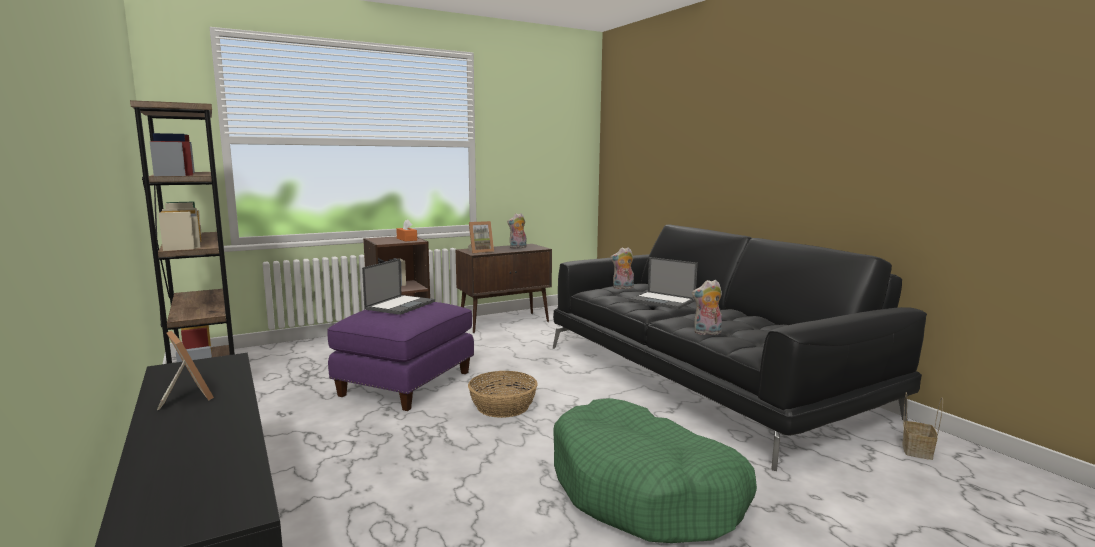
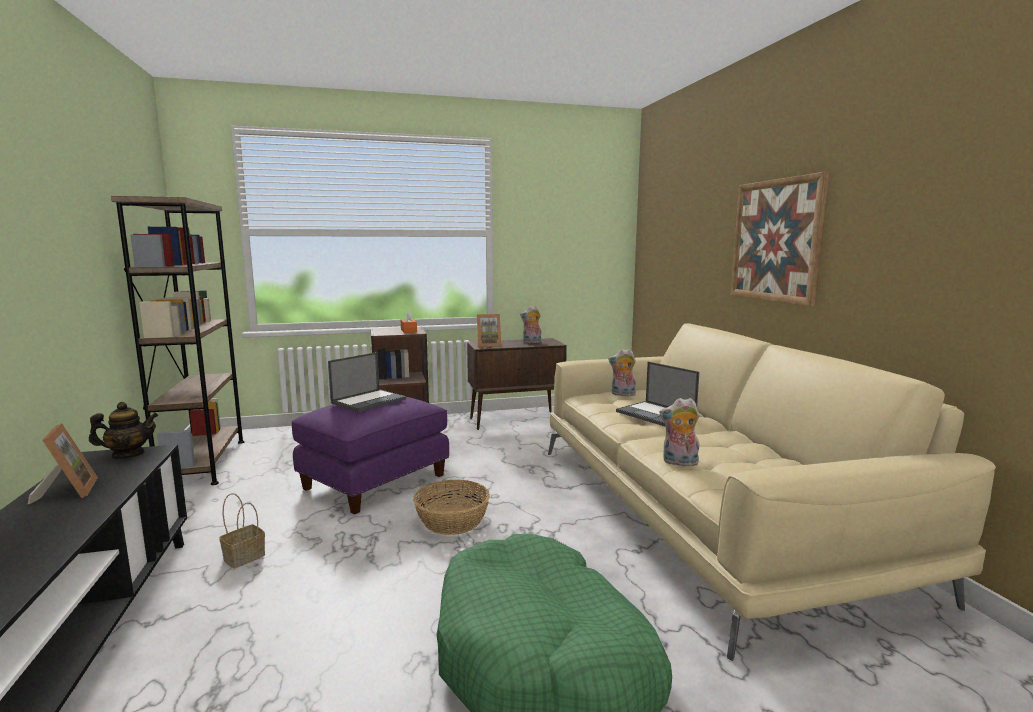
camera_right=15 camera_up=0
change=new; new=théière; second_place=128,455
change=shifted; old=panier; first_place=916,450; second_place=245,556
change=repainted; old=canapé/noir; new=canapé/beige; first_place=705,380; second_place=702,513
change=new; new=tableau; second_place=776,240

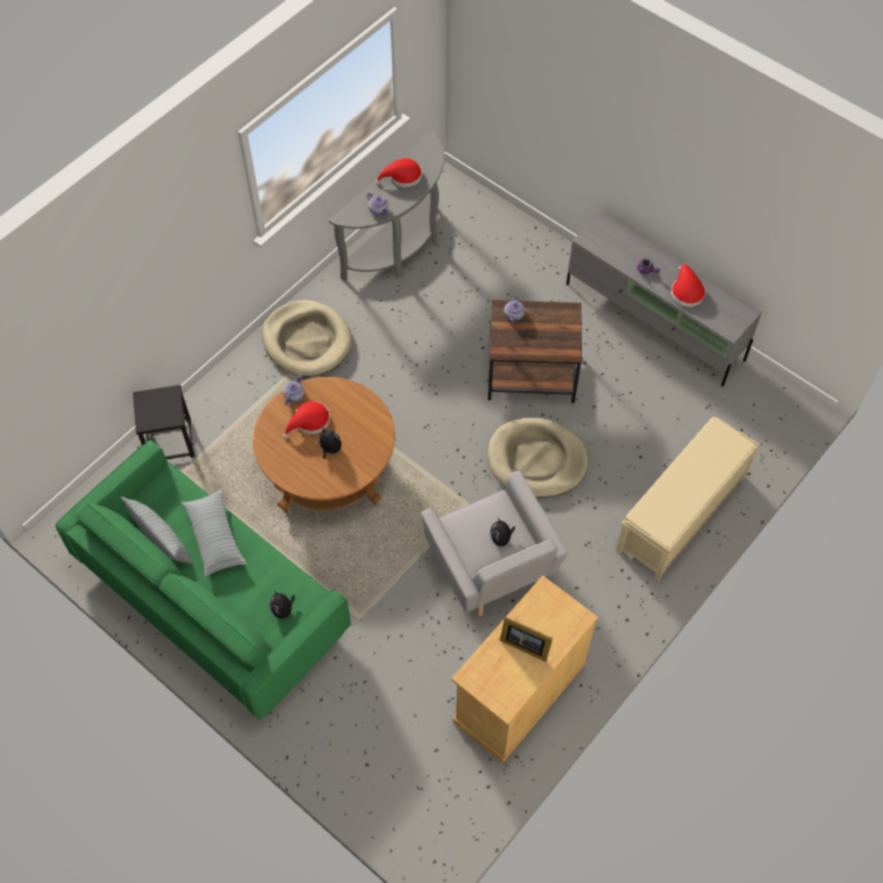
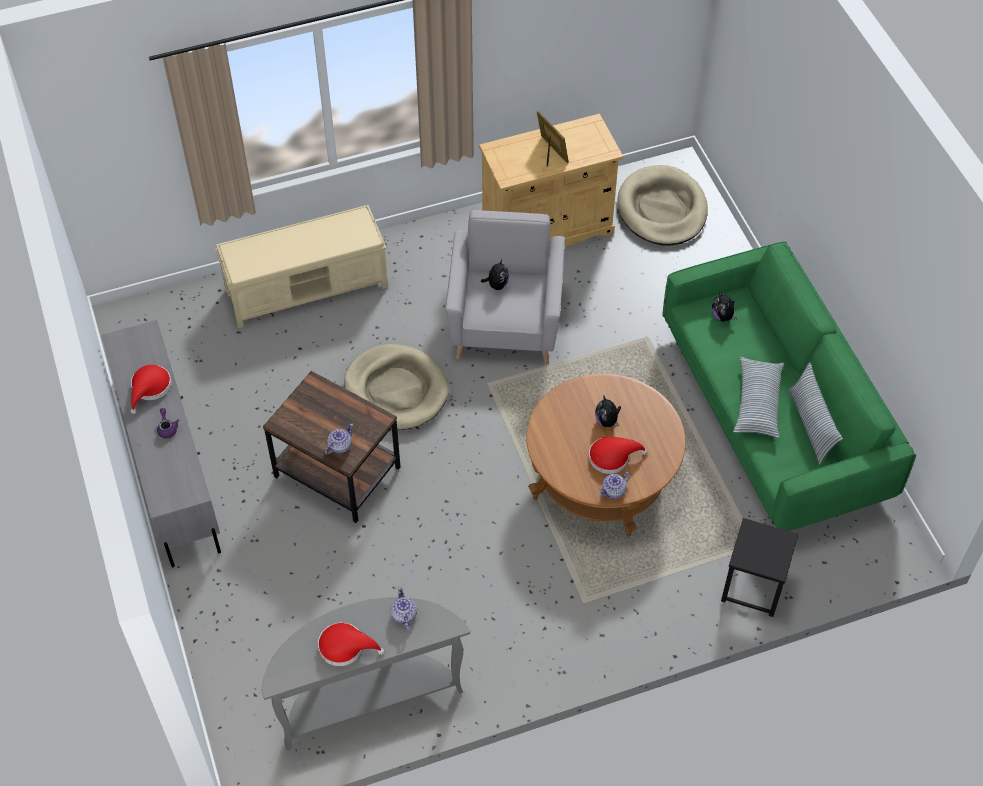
camera_right=-150 camera_up=-5
change=shifted; old=panier pour chien/beige; first_place=307,341; second_place=662,209
change=rotated; old=peluche; first_place=283,610; second_place=722,316; degrees=150

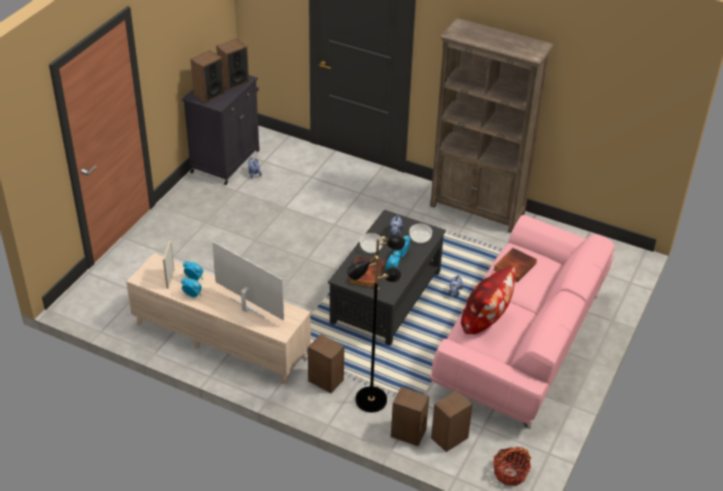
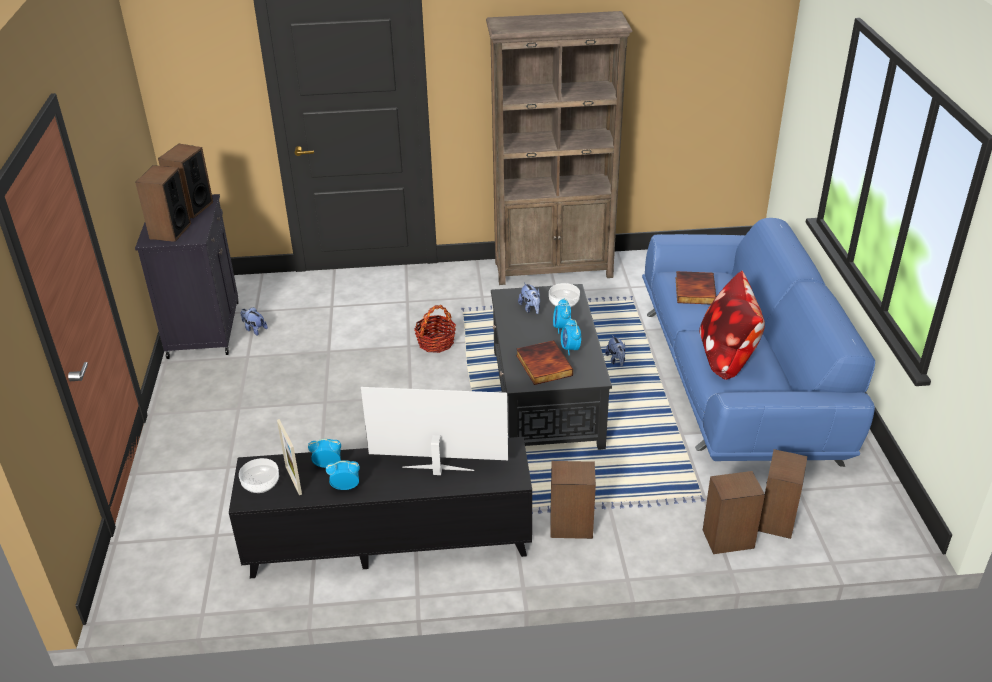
camera_right=-30 camera_up=-5
change=repainted; old=meuble télé/beige; new=meuble télé/noir; first_place=221,340; second_place=389,542
change=shifted; old=bol; first_place=371,247; second_place=260,483
change=shifted; old=panier; first_place=510,473; second_place=436,343
change=repainted; old=canapé/rose; new=canapé/bleu; first_place=521,343; second_place=739,381
change=gone; old=lampadaire/noir; first_place=371,399

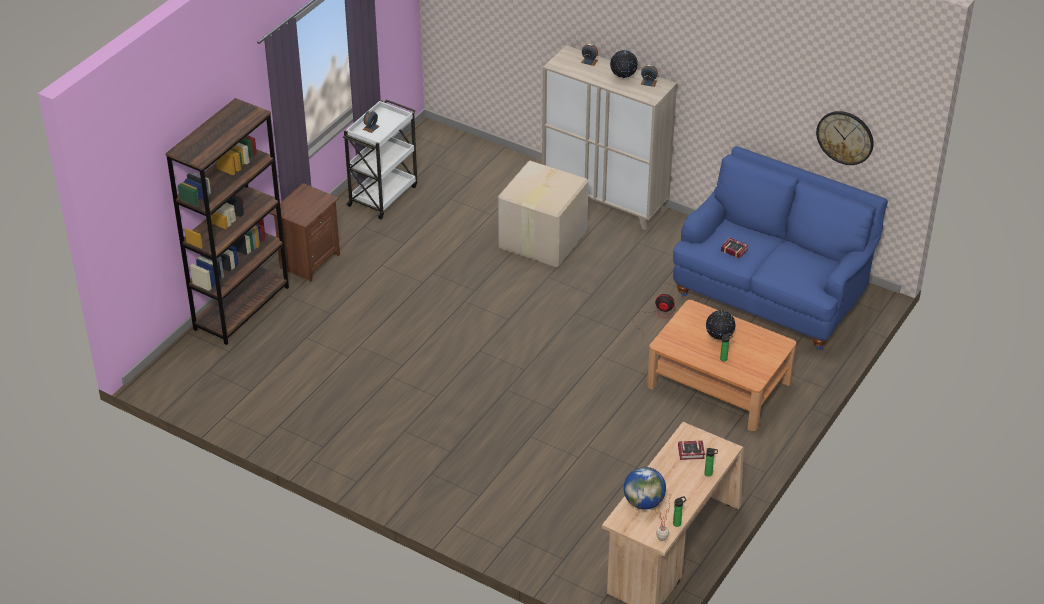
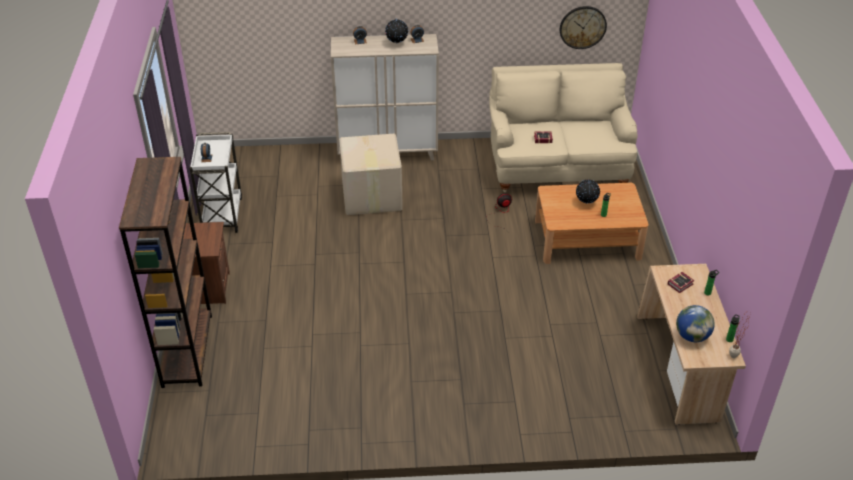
camera_right=-35 camera_up=0
change=repainted; old=canapé/bleu; new=canapé/beige; first_place=772,294; second_place=557,166

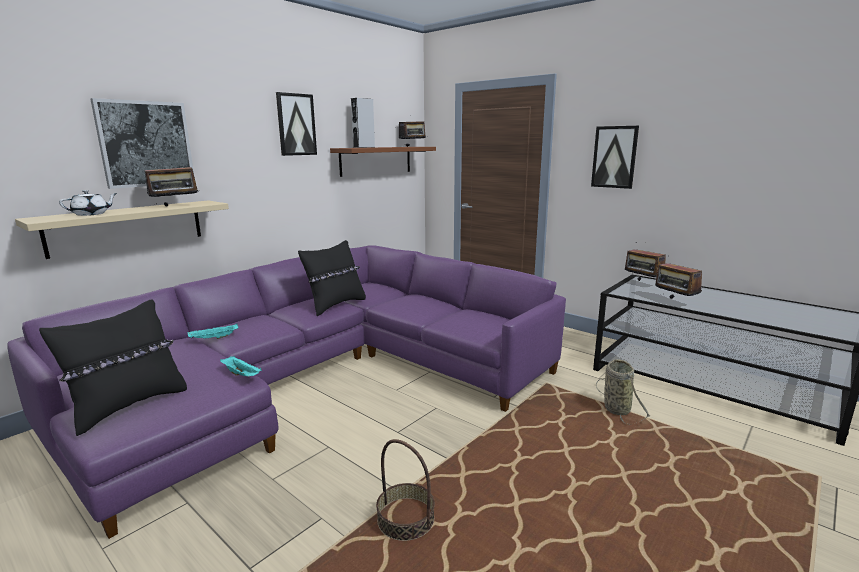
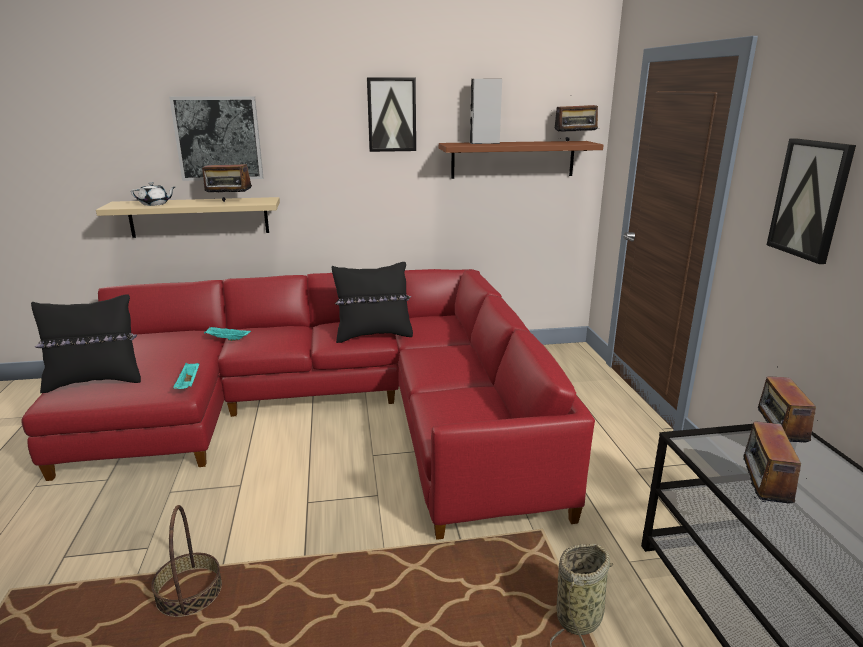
camera_right=40 camera_up=5
change=repainted; old=canapé/violet; new=canapé/rouge; first_place=318,379; second_place=328,411

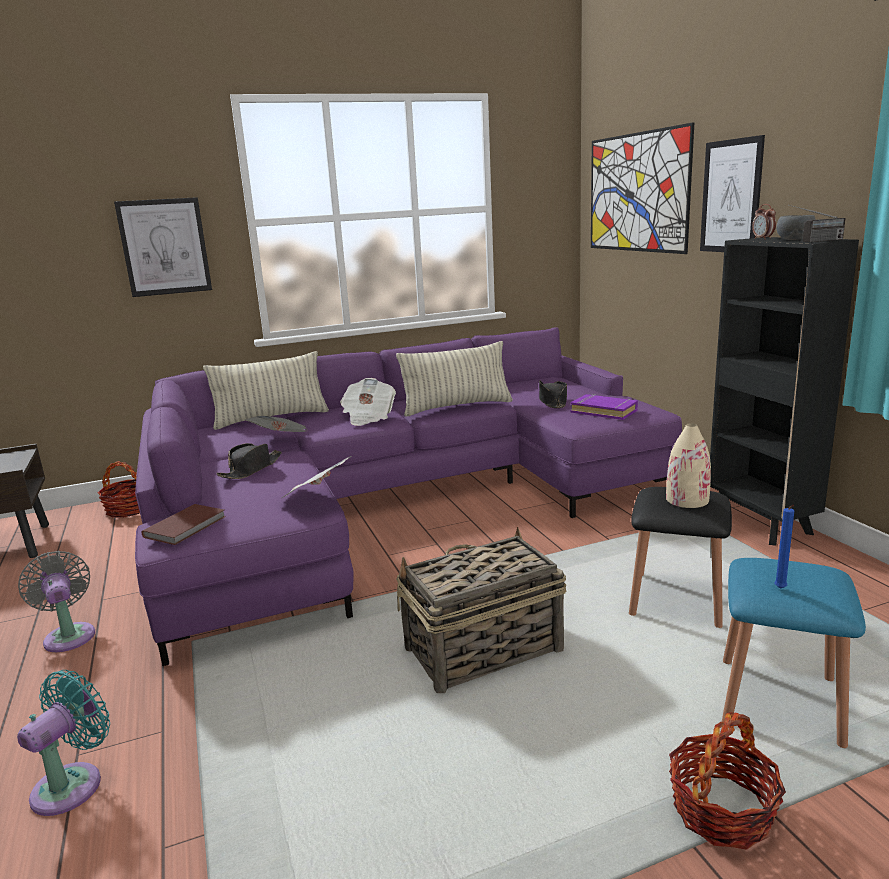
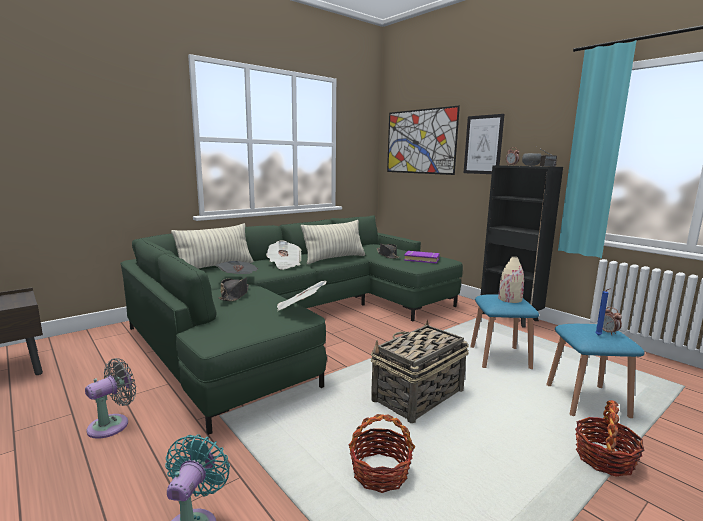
camera_right=-20 camera_up=-5
change=rotated; old=ventilateur/gris; first_place=69,635; second_place=112,424; degrees=90
change=repainted; old=canapé/violet; new=canapé/vert; first_place=395,502; second_place=300,319
change=shifted; old=panier; first_place=128,509; second_place=380,473
change=repainted; old=tabouret/noir; new=tabouret/bleu; first_place=676,600; second_place=499,358
change=new; new=réveil; second_place=608,332
change=gone; old=tableau; first_place=164,247
change=gone; old=livre/marron; first_place=187,526

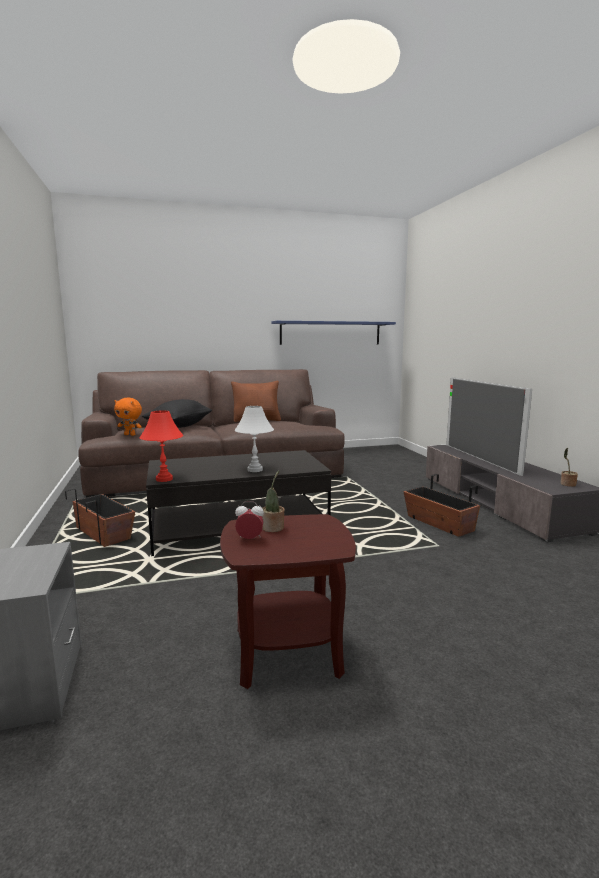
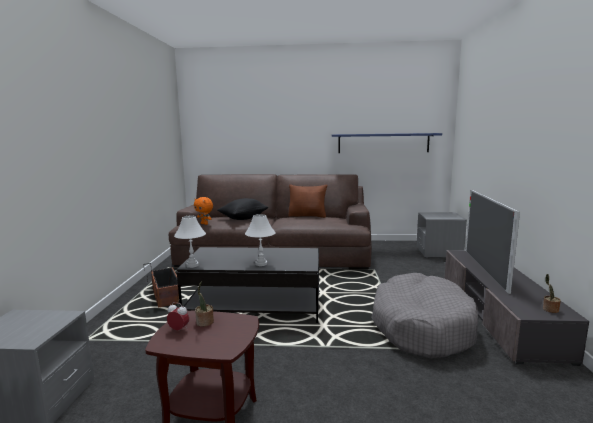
camera_right=20 camera_up=0
change=repainted; old=lampe de table/rouge; new=lampe de table/blanc; first_place=164,479; second_place=192,265
change=swapped; old=cache-pot; new=panier pour chien/gris; first_place=439,523; second_place=421,327
change=new; new=table de chevet/gris; second_place=439,252

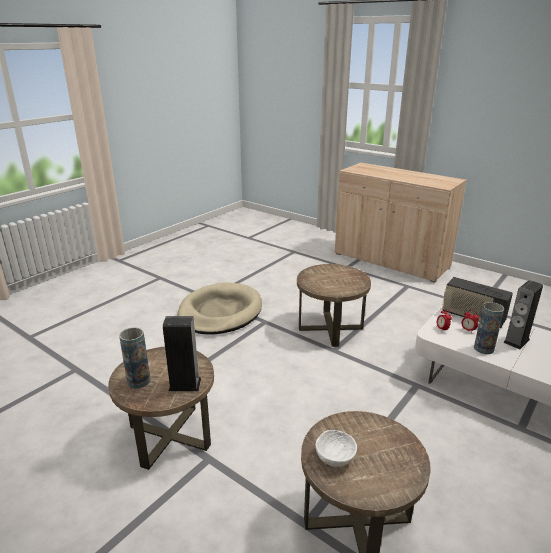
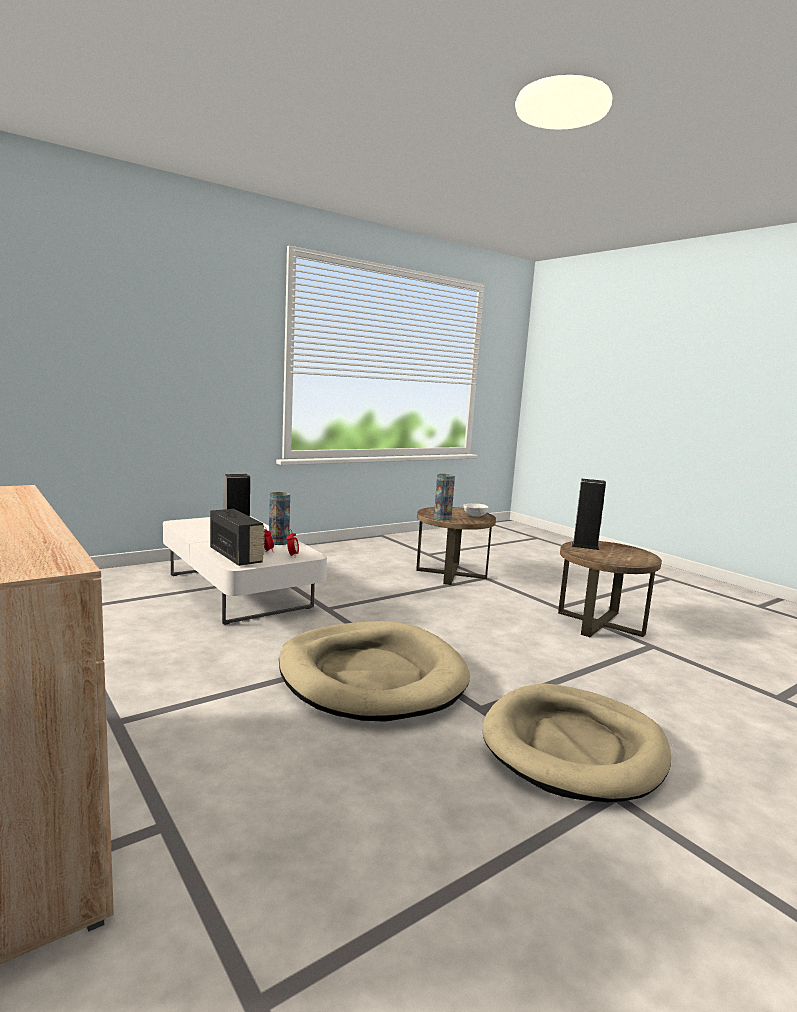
camera_right=-165 camera_up=-15
change=swapped; old=table d'appoint/marron; new=panier pour chien/beige; first_place=330,328; second_place=371,676
change=shifted; old=vase; first_place=138,381; second_place=442,518

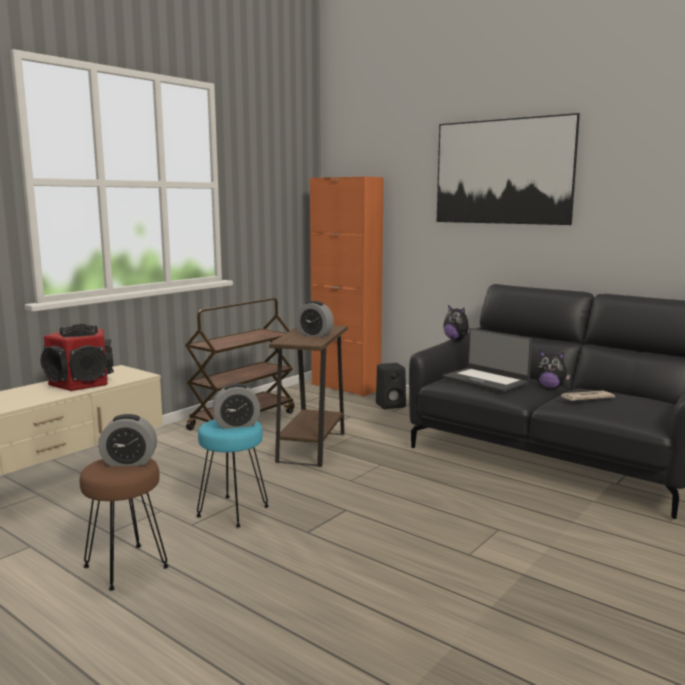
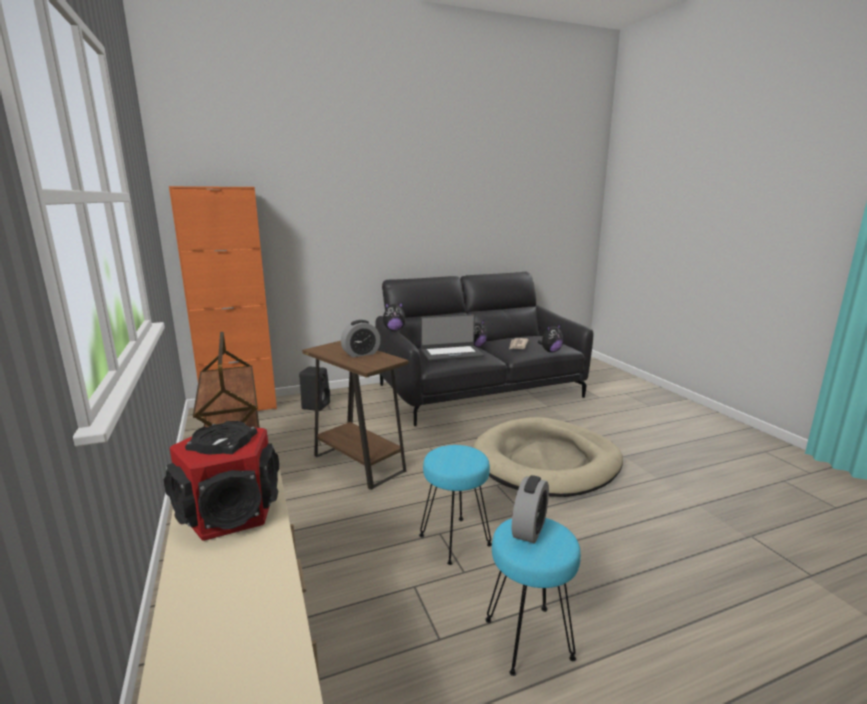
camera_right=-60 camera_up=5
change=new; new=panier pour chien/beige; second_place=546,461
change=repainted; old=tabouret/marron; new=tabouret/turquoise; first_place=127,567; second_place=528,638
change=new; new=peluche; second_place=550,351
change=gone; old=réveil; first_place=236,425
change=gone; old=tableau; first_place=502,172

